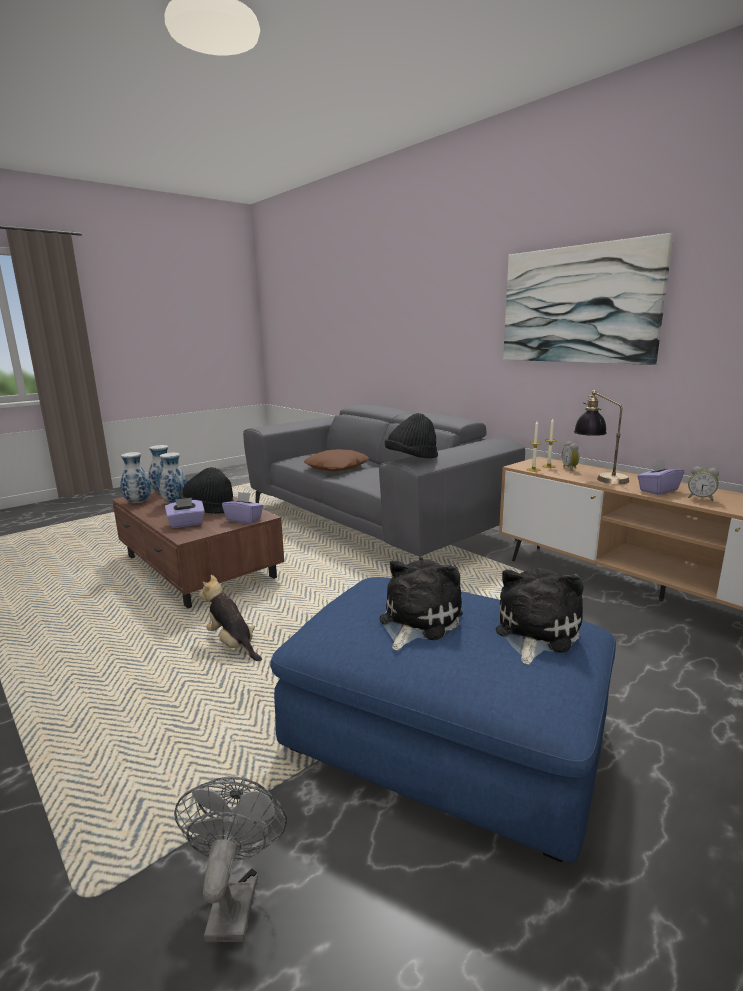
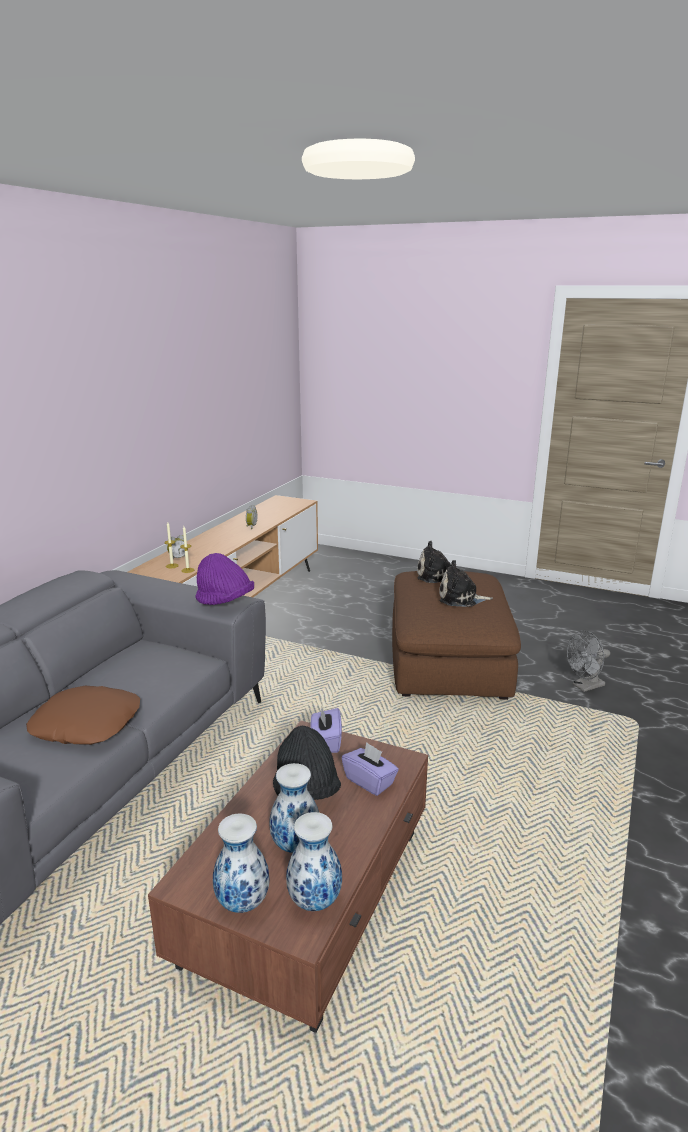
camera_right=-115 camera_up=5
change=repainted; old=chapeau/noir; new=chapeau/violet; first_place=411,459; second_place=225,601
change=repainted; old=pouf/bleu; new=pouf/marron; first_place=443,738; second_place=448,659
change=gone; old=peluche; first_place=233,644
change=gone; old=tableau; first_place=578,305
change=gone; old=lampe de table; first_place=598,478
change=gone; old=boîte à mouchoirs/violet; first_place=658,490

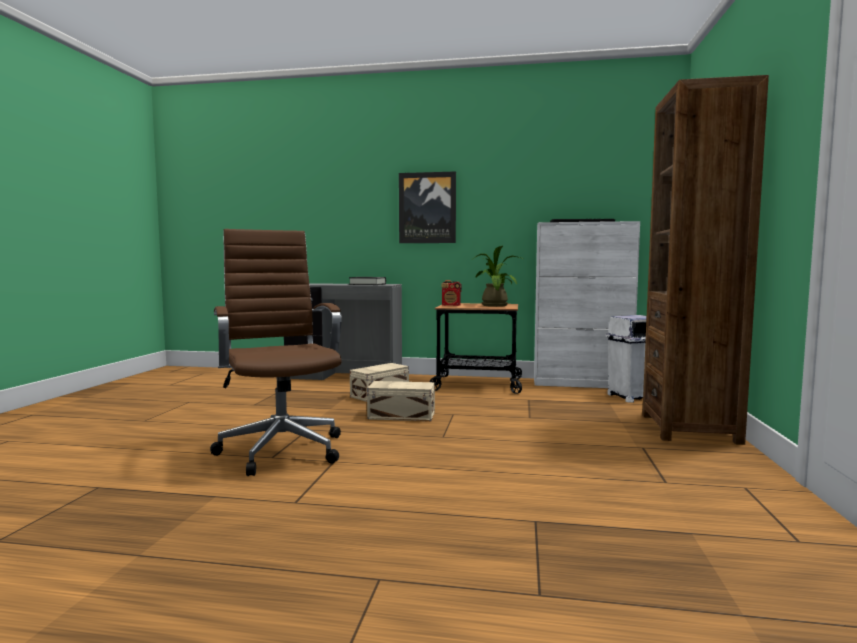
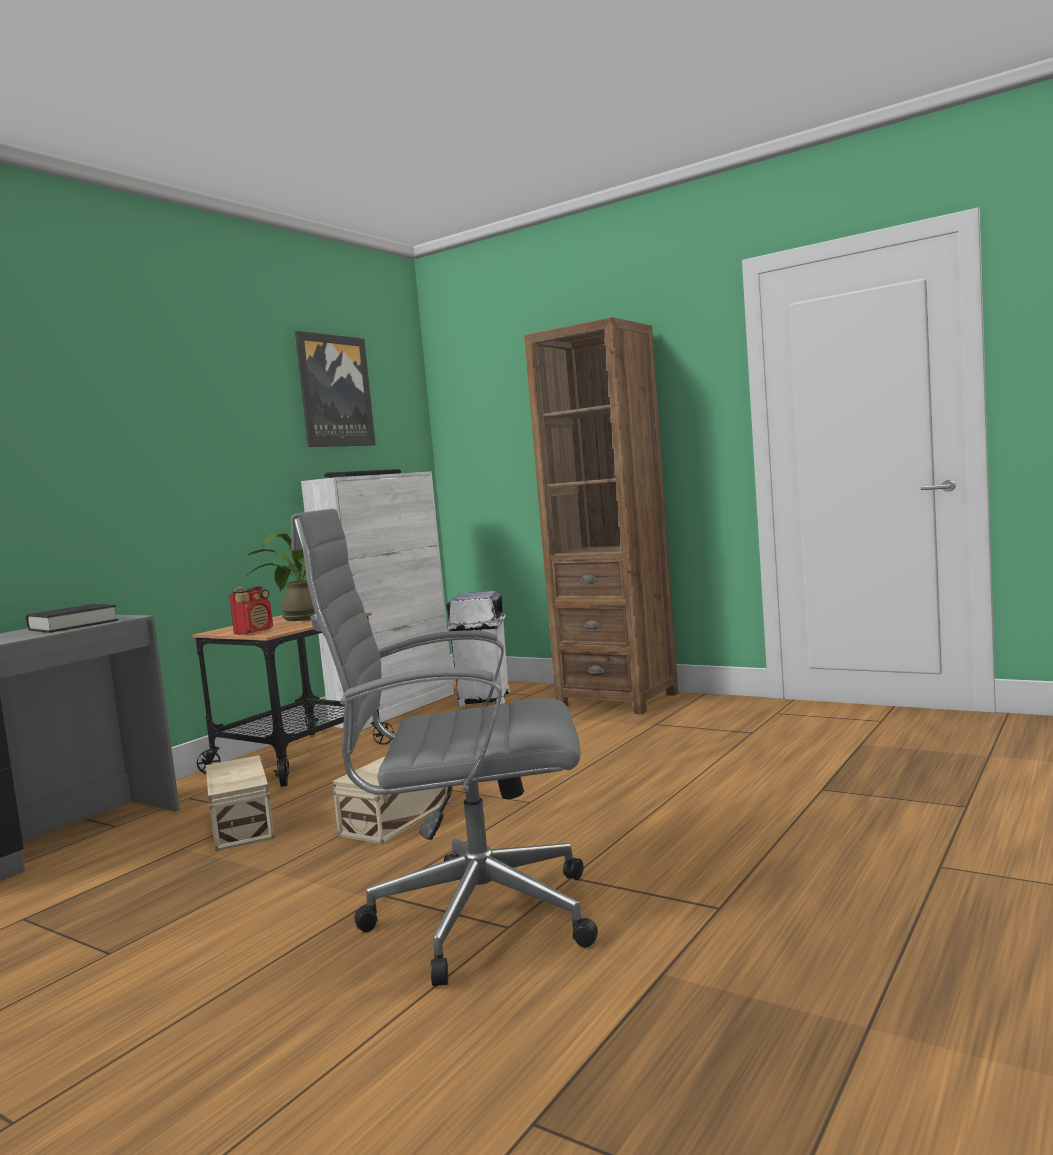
camera_right=-65 camera_up=0
change=repainted; old=chaise de bureau/marron; new=chaise de bureau/gris; first_place=281,449; second_place=470,919
change=shifted; old=tableau; first_place=427,208; second_place=334,391

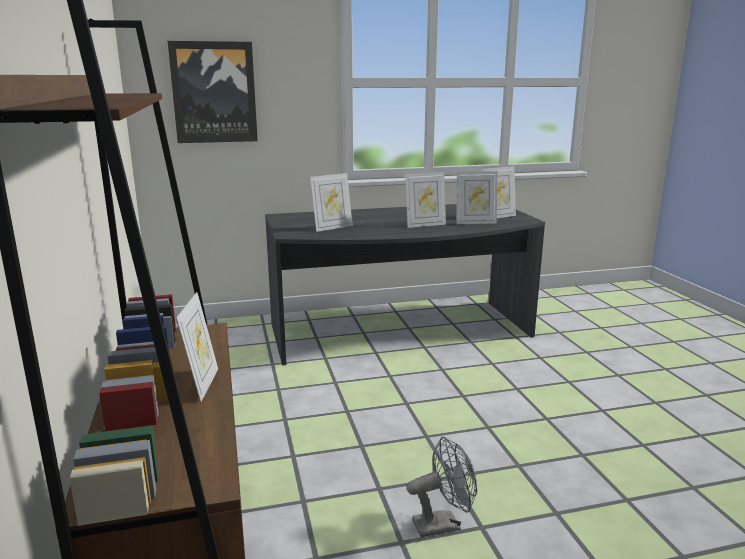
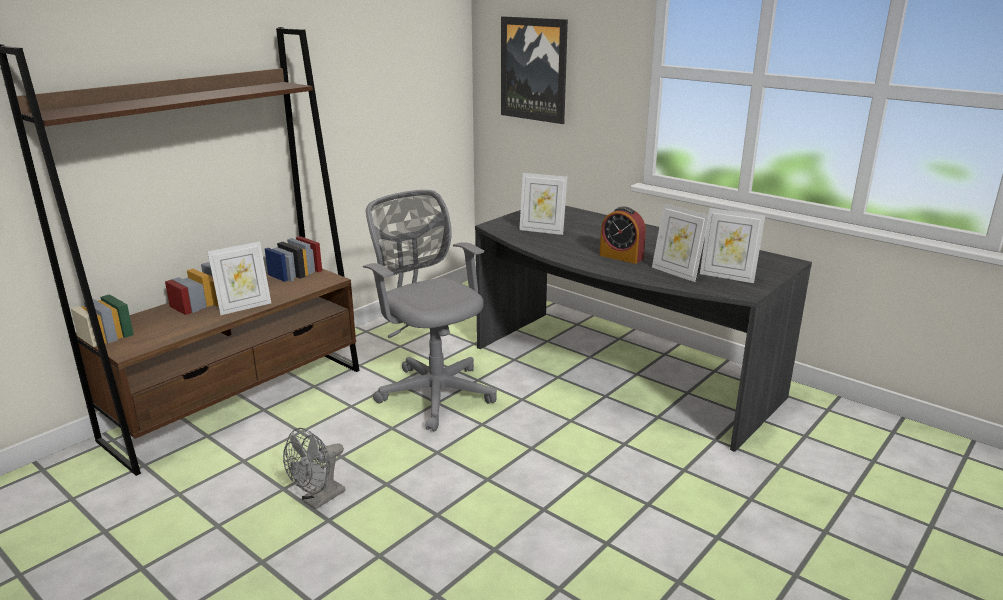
camera_right=55 camera_up=5
change=rotated; old=ventilateur/gris; first_place=443,524; second_place=318,500; degrees=90
change=new; new=chaise de bureau/gris; second_place=434,391
change=swapped; old=cadre photo; new=réveil; first_place=425,225; second_place=621,257

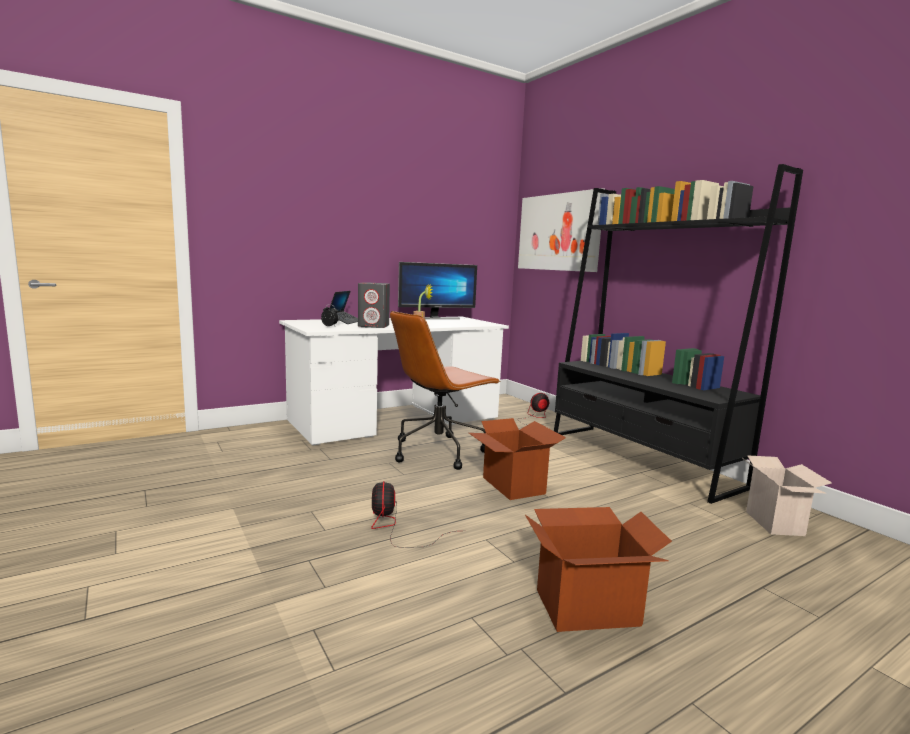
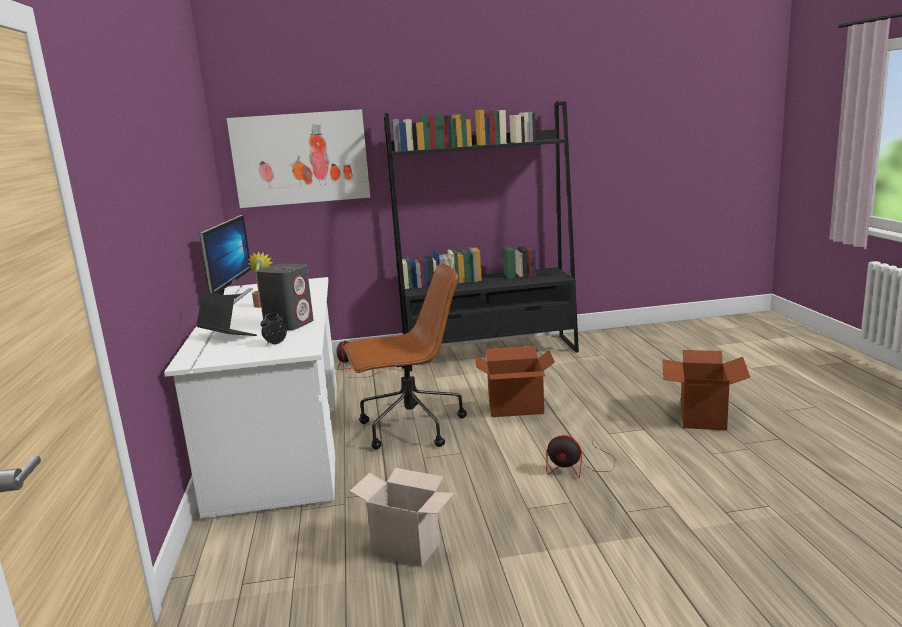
camera_right=-65 camera_up=5
change=rotated; old=chaise de bureau/marron; first_place=439,451; second_place=410,428; degrees=-90
change=shifted; old=carton; first_place=777,524; second_place=408,548

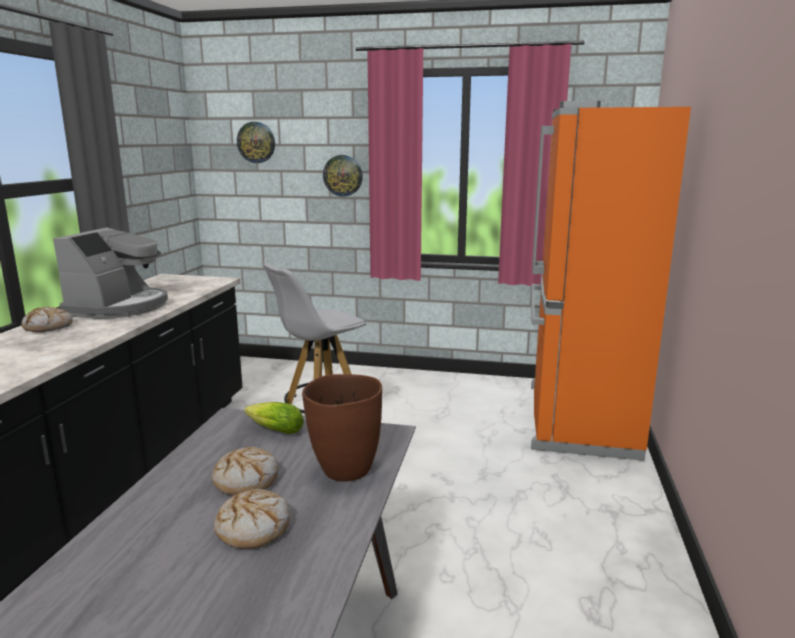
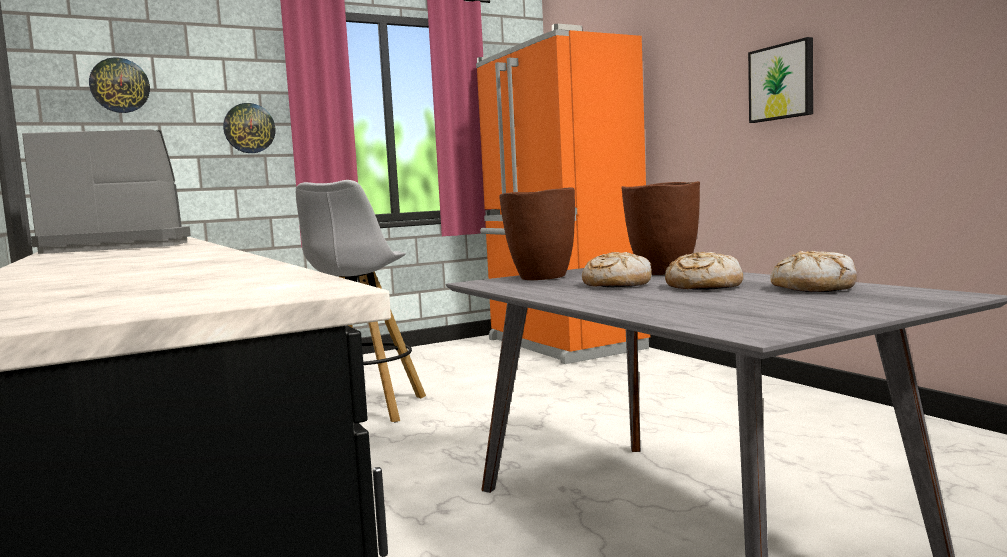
camera_right=-40 camera_up=-10
change=rotated; old=machine à café; first_place=119,307; second_place=119,247; degrees=-75
change=swapped; old=laitue; new=vase/marron; first_place=273,430; second_place=541,277
change=new; new=tableau; second_place=782,82
change=shifted; old=pain; first_place=48,327; second_place=813,288

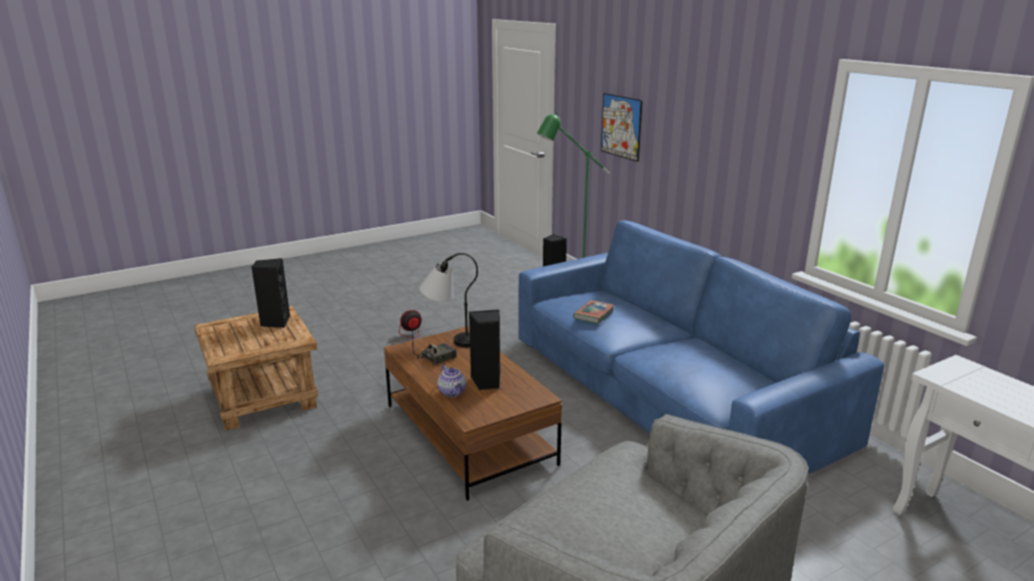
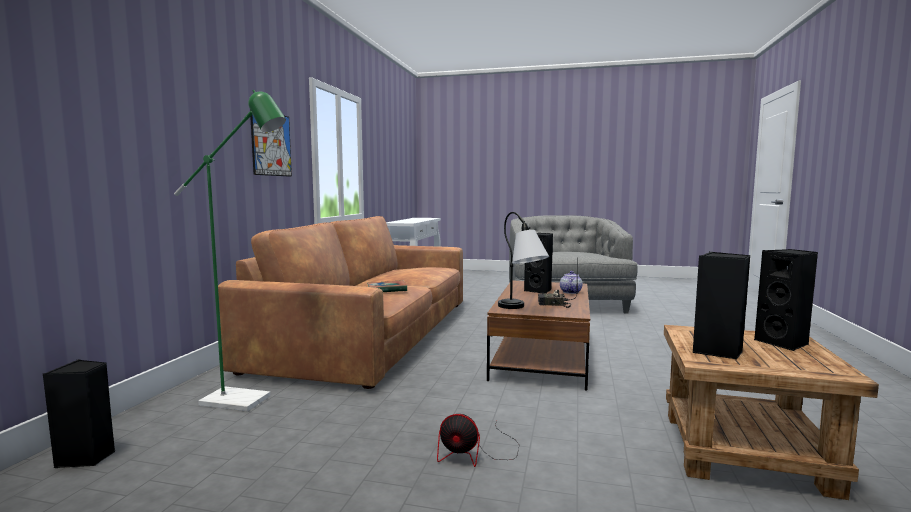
camera_right=-135 camera_up=-15
change=repainted; old=canapé/bleu; new=canapé/marron; first_place=667,391; second_place=373,333
change=shifted; old=tableau; first_place=621,126; second_place=271,144
change=new; new=enceinte/noir; second_place=784,343

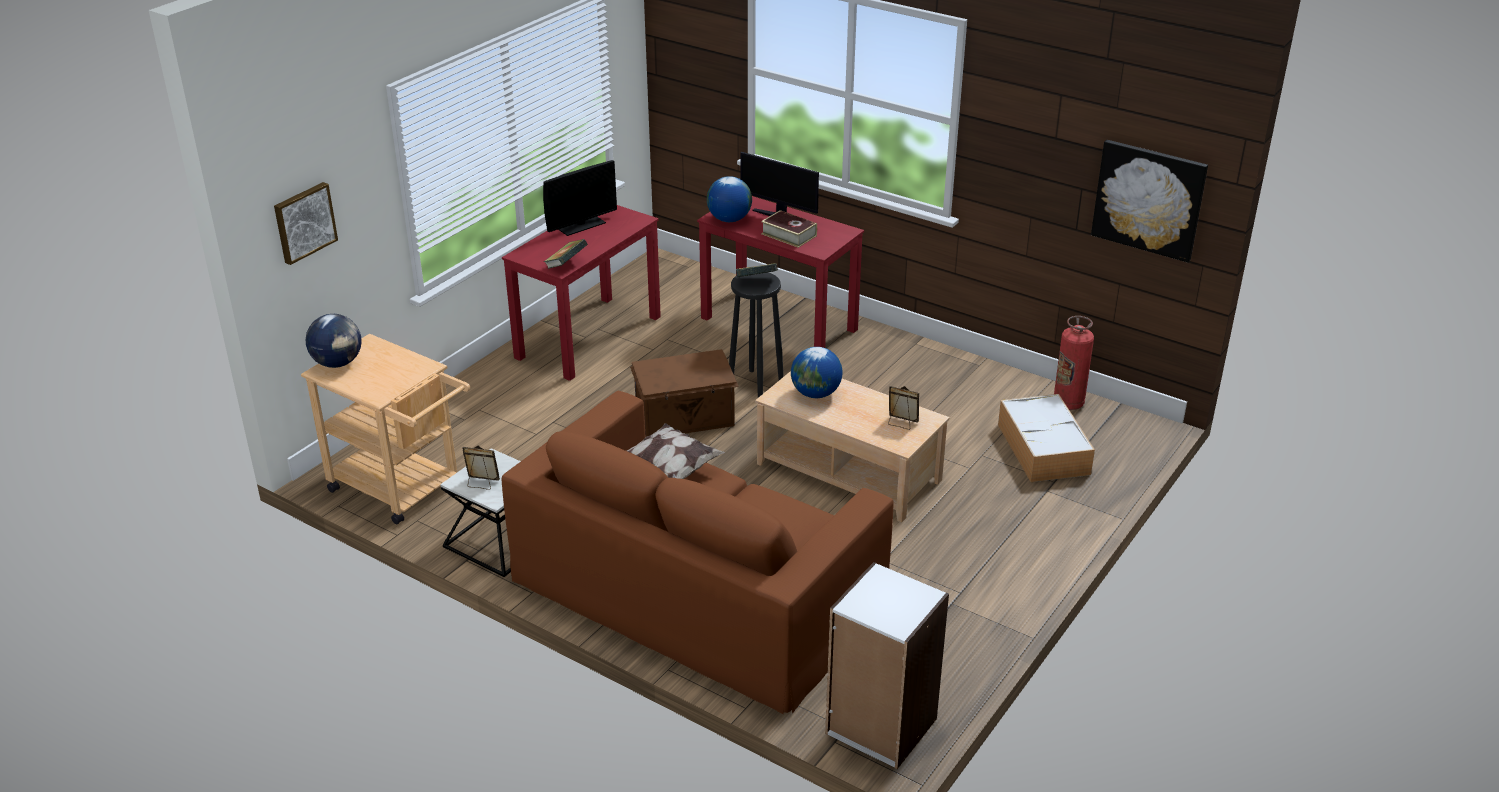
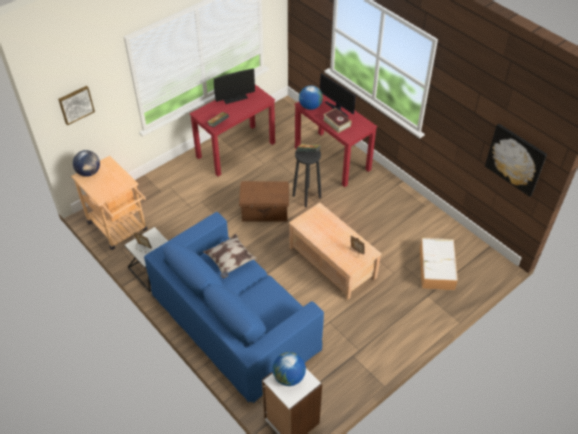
camera_right=15 camera_up=15
change=repainted; old=canapé/marron; new=canapé/bleu; first_place=697,590; second_place=234,320
change=shifted; old=globe; first_place=815,394; second_place=289,377
change=gone; old=extincteur; first_place=1068,403

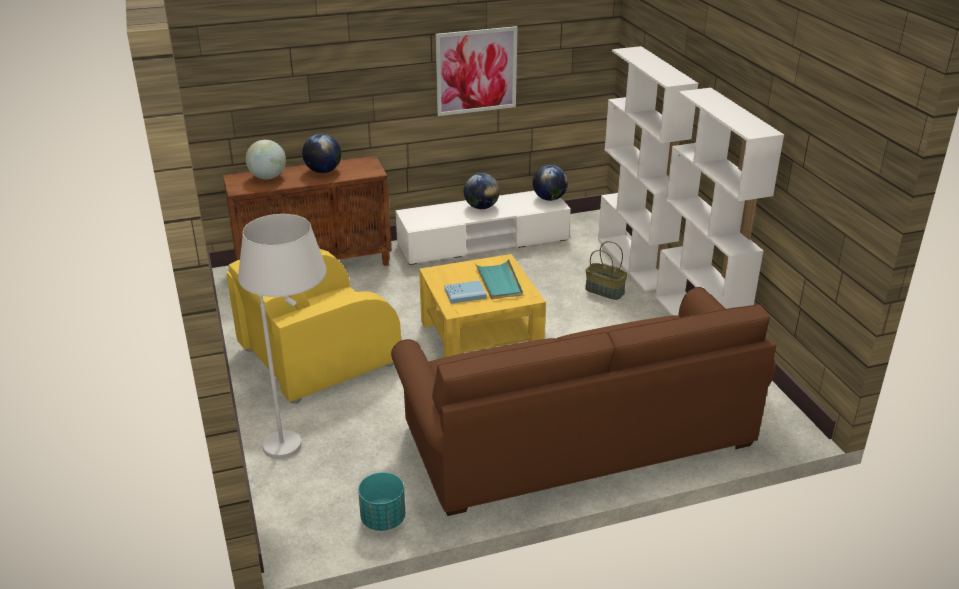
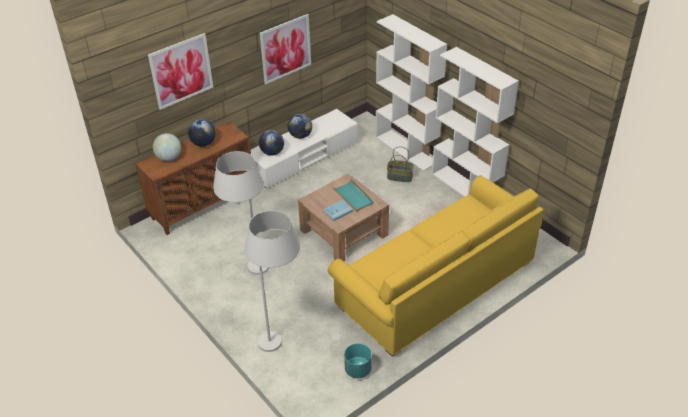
camera_right=-20 camera_up=10
change=new; new=tableau; second_place=181,71
change=swapped; old=fauteuil/jaune; new=lampadaire/blanc; first_place=317,357; second_place=250,274
change=shifted; old=globe; first_place=549,198; second_place=272,152
change=repainted; old=table basse/jaune; new=table basse/marron; first_place=480,338; second_place=344,232
change=repainted; old=canapé/marron; new=canapé/jaune; first_place=578,437; second_place=436,284

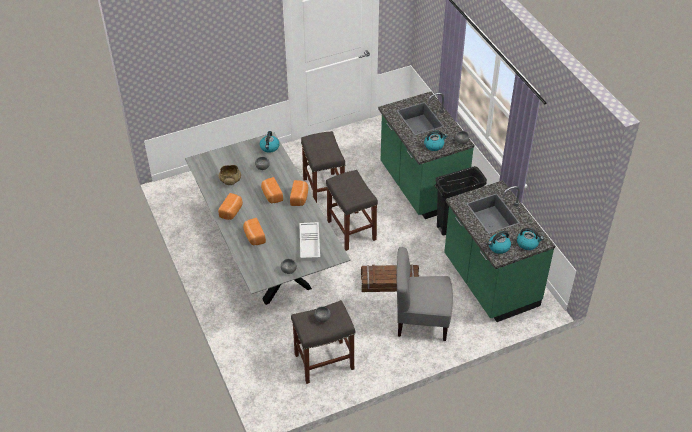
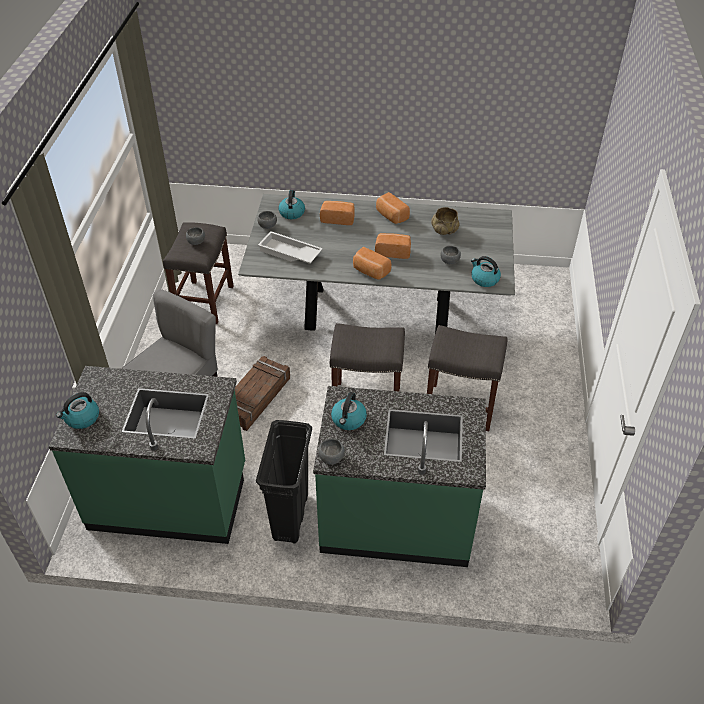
camera_right=120 camera_up=0
change=shifted; old=bouilloire; first_place=498,247; second_place=292,212

